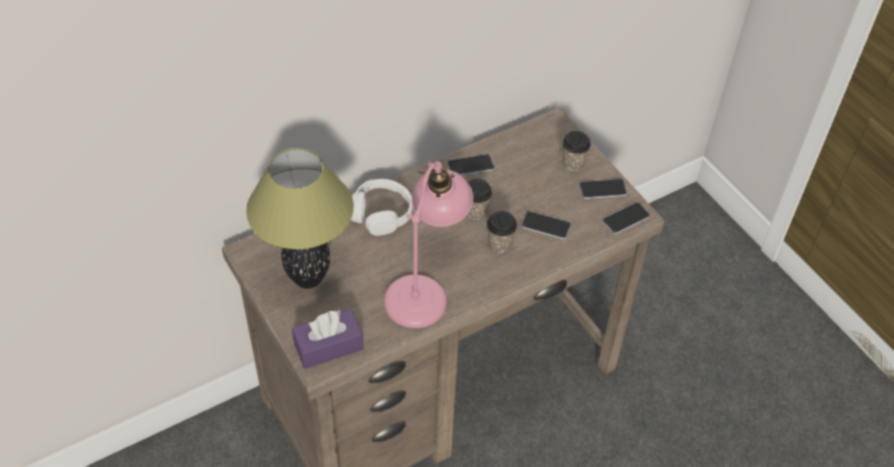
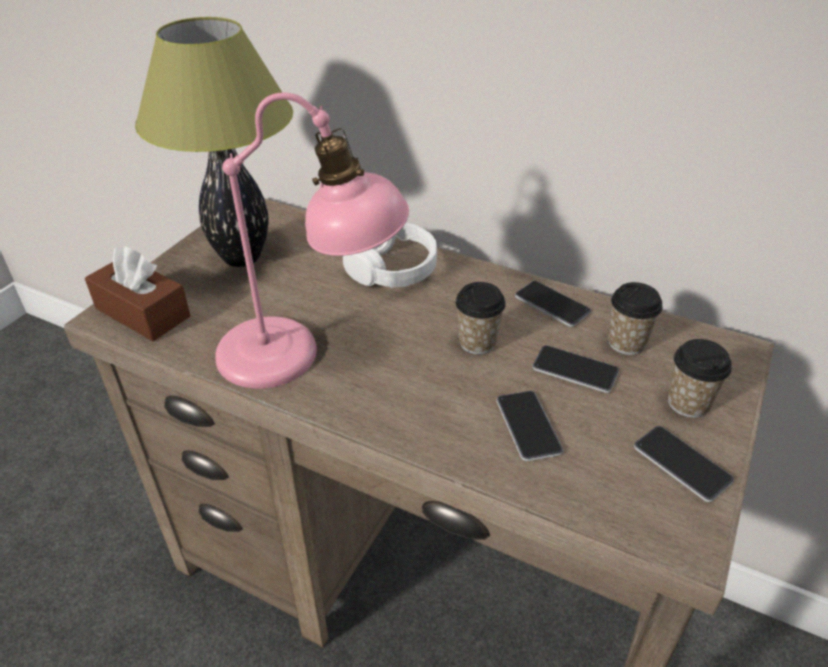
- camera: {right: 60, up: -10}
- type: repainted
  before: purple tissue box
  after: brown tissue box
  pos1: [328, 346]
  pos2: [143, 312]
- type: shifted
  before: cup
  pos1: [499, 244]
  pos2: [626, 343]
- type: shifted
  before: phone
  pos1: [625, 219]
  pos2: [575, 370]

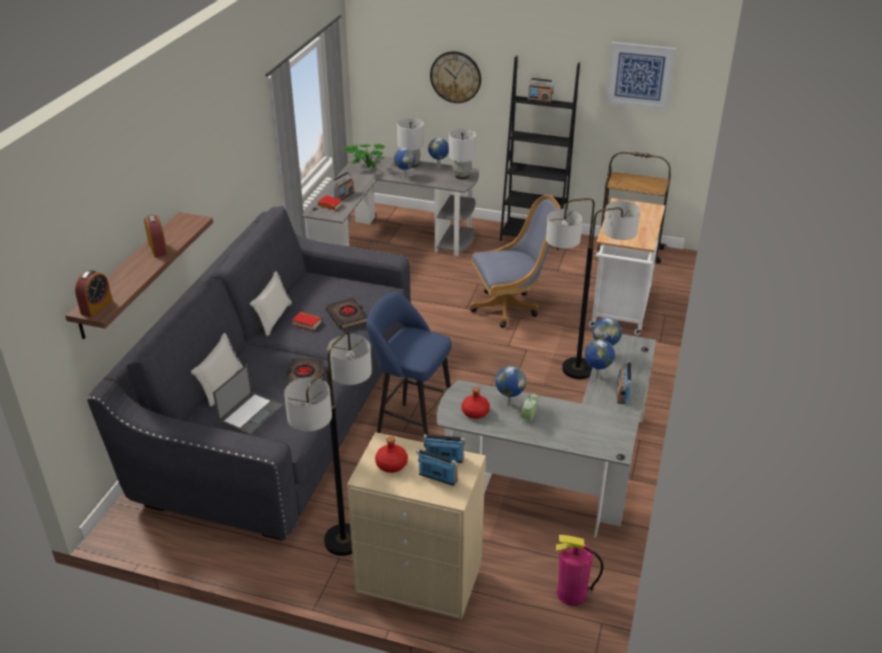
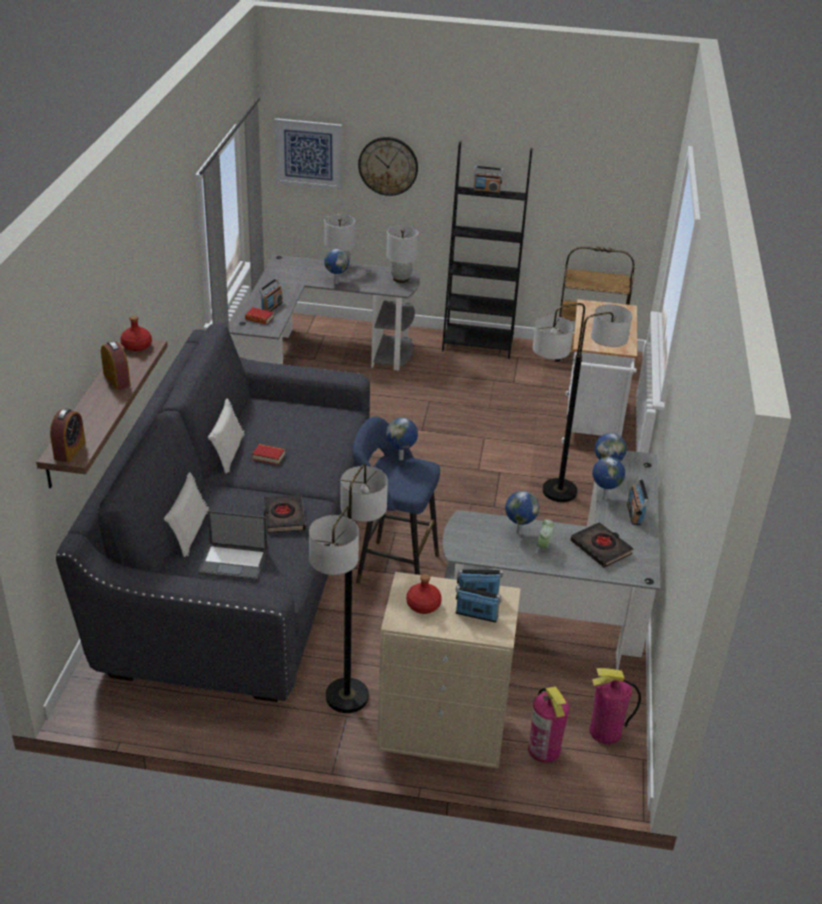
- camera: {right: -10, up: 0}
- type: rotated
  before: laptop
  pos1: [251, 413]
  pos2: [234, 562]
  turn: 75
- type: shifted
  before: black book
  pos1: [347, 316]
  pos2: [601, 548]
- type: gone
  before: potted plant
  pos1: [365, 168]
- type: shifted
  before: globe
  pos1: [439, 167]
  pos2: [401, 458]
- type: shifted
  before: red bottle
  pos1: [475, 412]
  pos2: [136, 346]
- type: gone
  before: blue office chair
  pos1: [510, 307]
- type: shifted
  before: picture
  pos1: [639, 75]
  pos2: [308, 154]
- type: new
  after: fire extinguisher
  pos2: [544, 749]

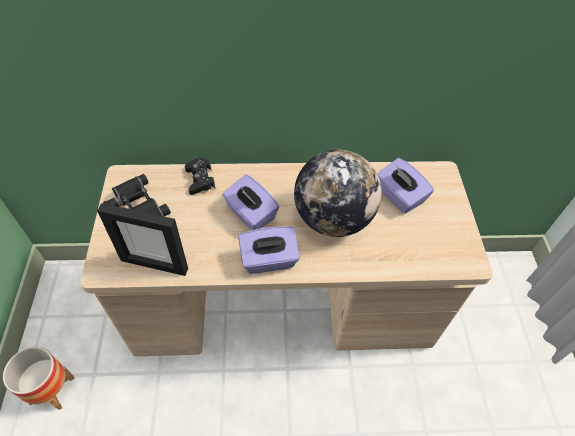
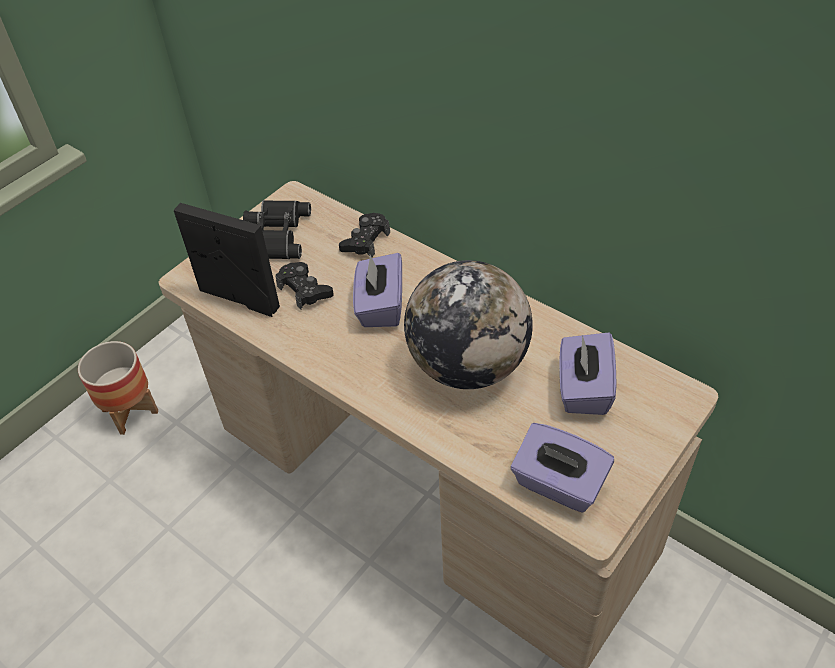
- camera: {right: 45, up: -5}
- type: rotated
  before: picture frame
  pos1: [155, 263]
  pos2: [238, 300]
  turn: 150
- type: shifted
  before: purple tissue box
  pos1: [269, 260]
  pos2: [558, 484]
- type: new
  after: black game controller
  pos2: [304, 290]

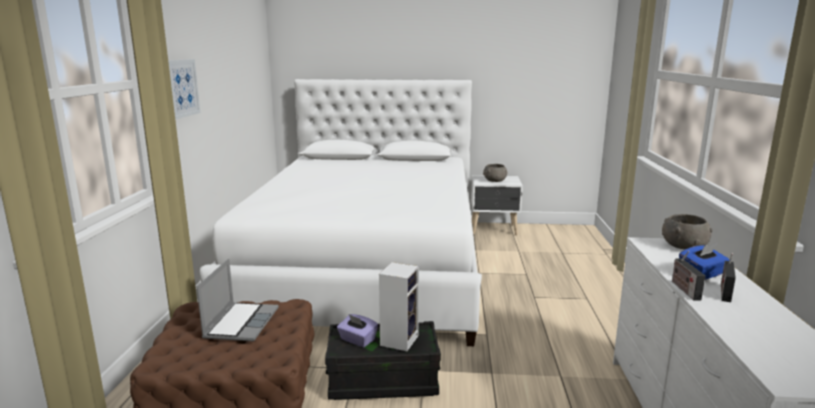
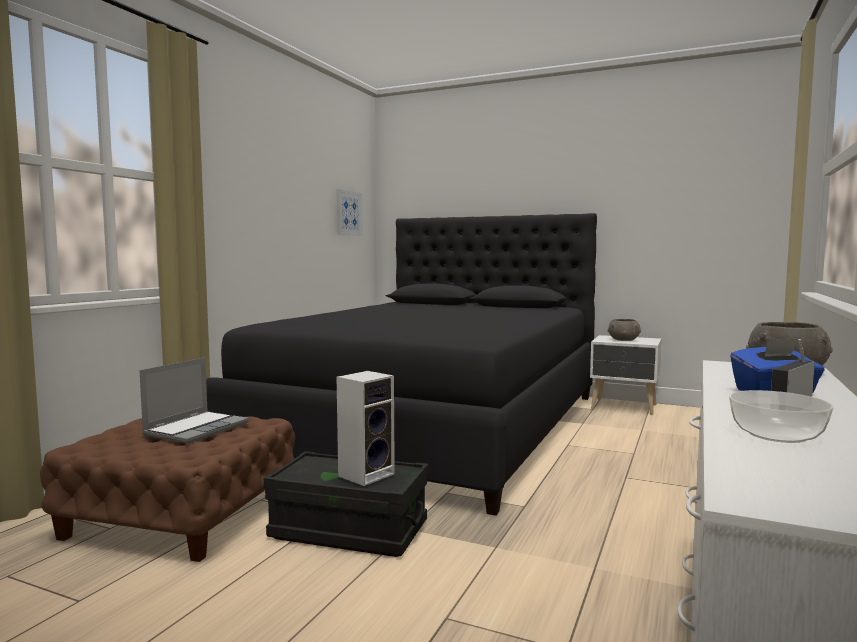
- camera: {right: 20, up: -10}
- type: shifted
  before: picture
  pos1: [181, 88]
  pos2: [348, 213]
- type: repainted
  before: white bed
  after: black bed
  pos1: [368, 266]
  pos2: [434, 424]
- type: gone
  before: purple tissue box
  pos1: [357, 340]
- type: gone
  before: radio
  pos1: [684, 289]
- type: new
  after: bowl
  pos2: [775, 435]

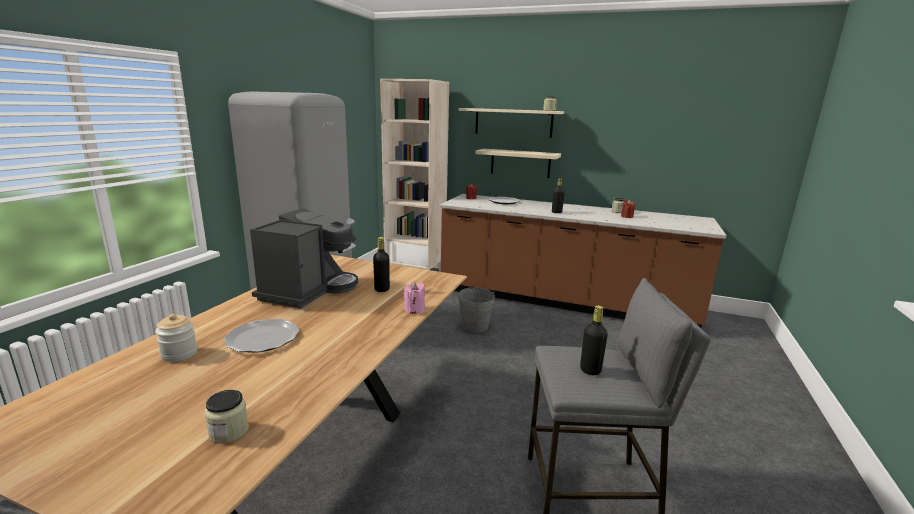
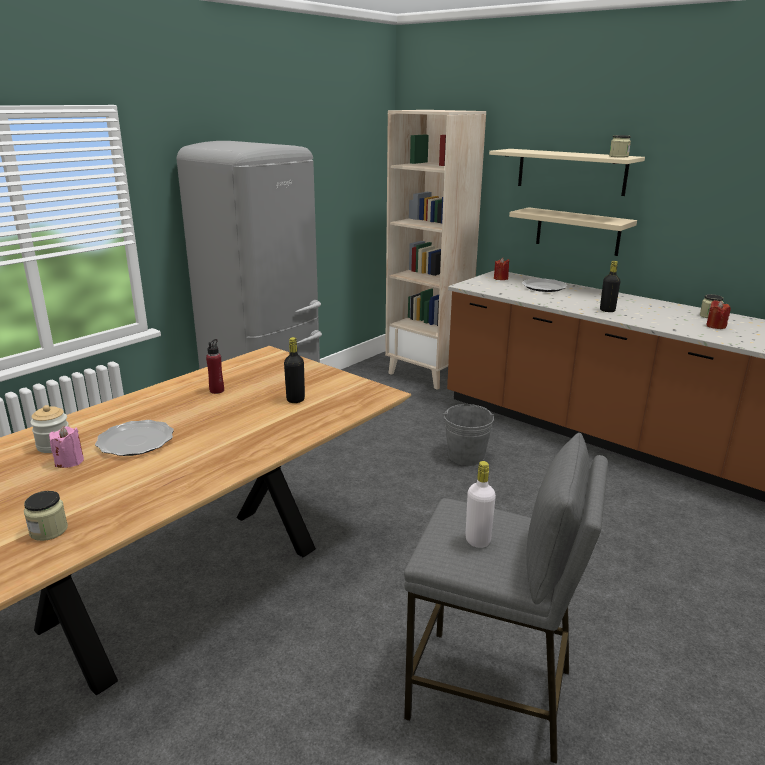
- camera: {right: 20, up: 5}
- type: swapped
  before: coffee machine
  after: red bottle
  pos1: [308, 290]
  pos2: [217, 390]
- type: shifted
  before: pink candle
  pos1: [414, 310]
  pos2: [69, 461]
- type: repainted
  before: black bottle
  after: white bottle
  pos1: [590, 370]
  pos2: [477, 540]

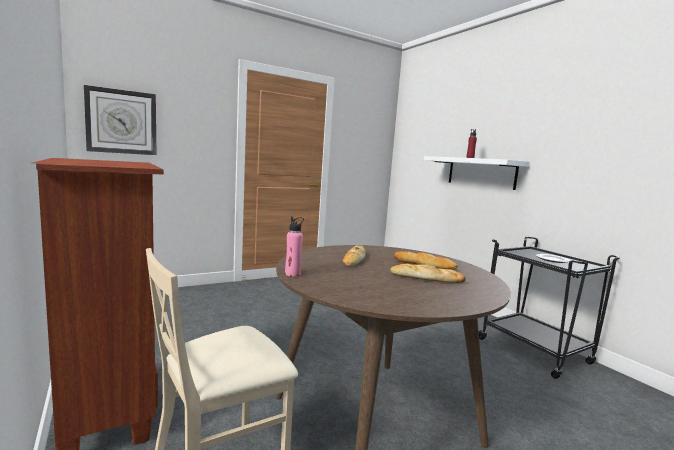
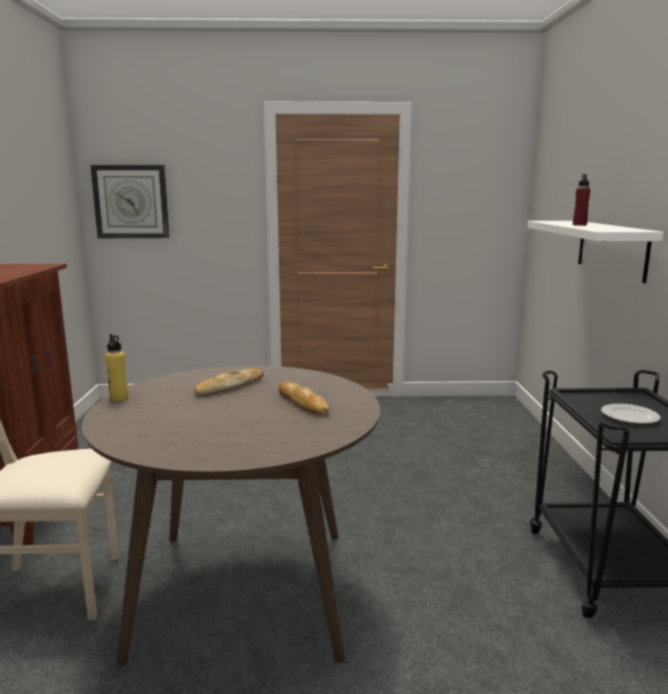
- camera: {right: 30, up: 5}
- type: repainted
  before: pink bottle
  after: yellow bottle
  pos1: [293, 274]
  pos2: [119, 398]
- type: gone
  before: bread
  pos1: [426, 278]

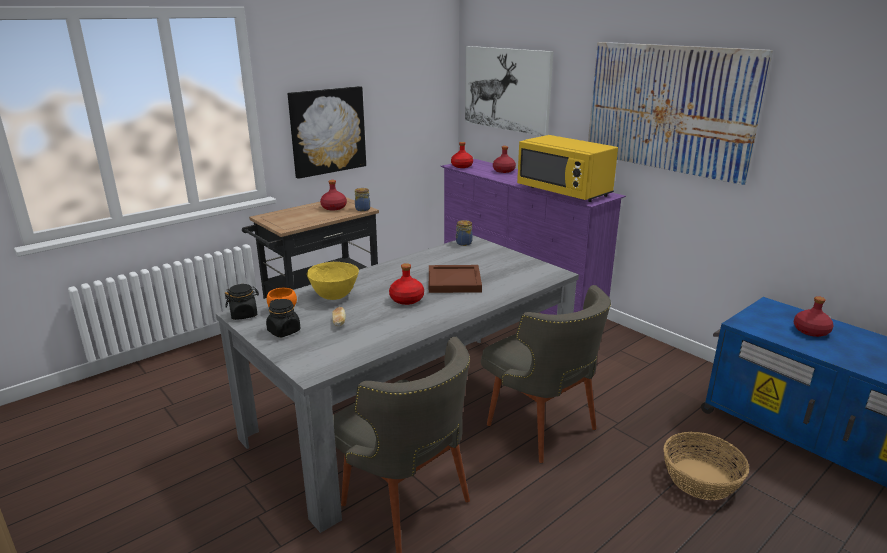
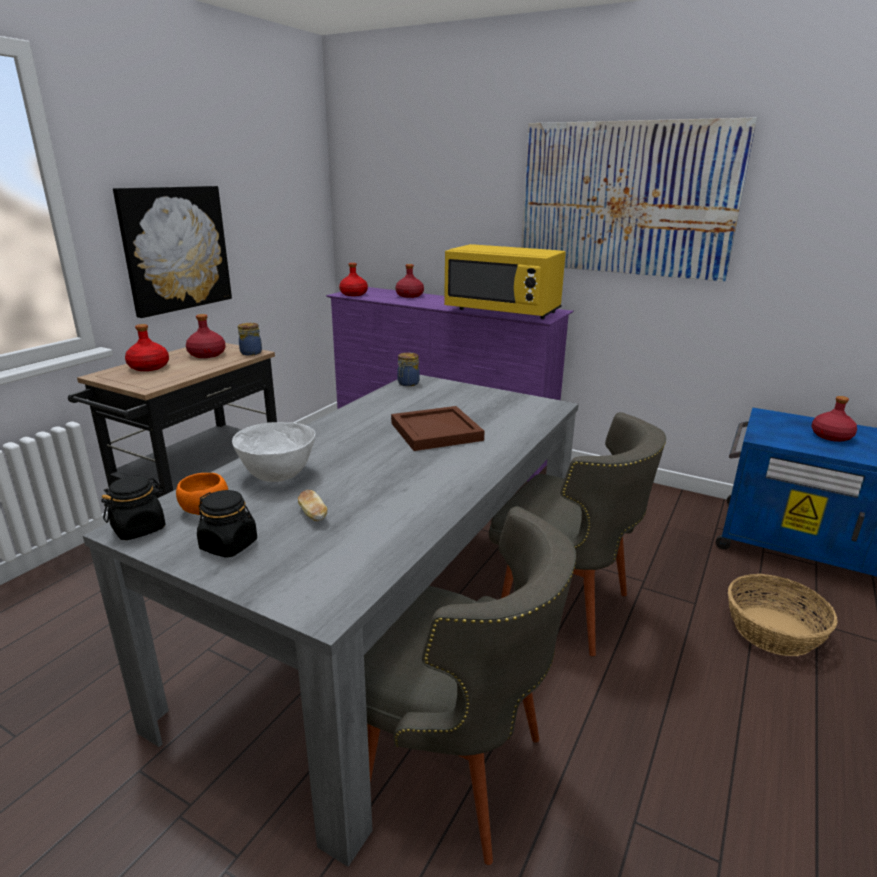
- camera: {right: -20, up: 0}
- type: repainted
  before: yellow bowl
  after: white bowl
  pos1: [334, 296]
  pos2: [278, 476]
- type: shifted
  before: red bottle
  pos1: [406, 299]
  pos2: [149, 367]
- type: gone
  before: picture
  pos1: [506, 89]

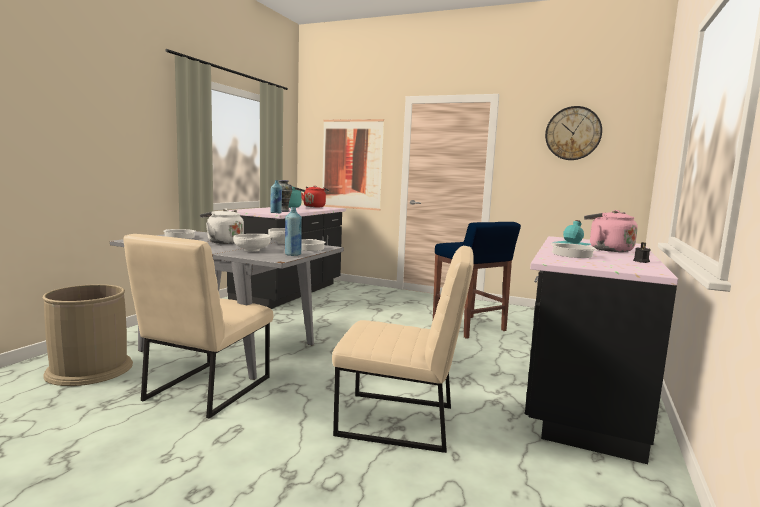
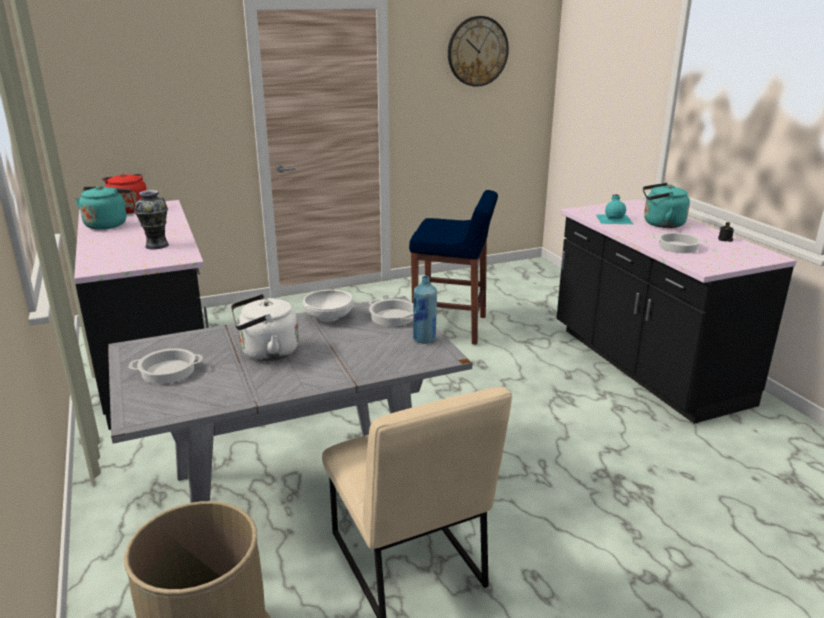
- camera: {right: -45, up: 15}
- type: gone
  before: white bowl
  pos1: [252, 250]
- type: gone
  before: blue bottle
  pos1: [276, 213]
- type: gone
  before: picture
  pos1: [352, 164]
- type: gone
  before: beige chair
  pos1: [400, 421]
- type: repainted
  before: pink kettle
  after: turquoise kettle
  pos1: [607, 249]
  pos2: [660, 224]

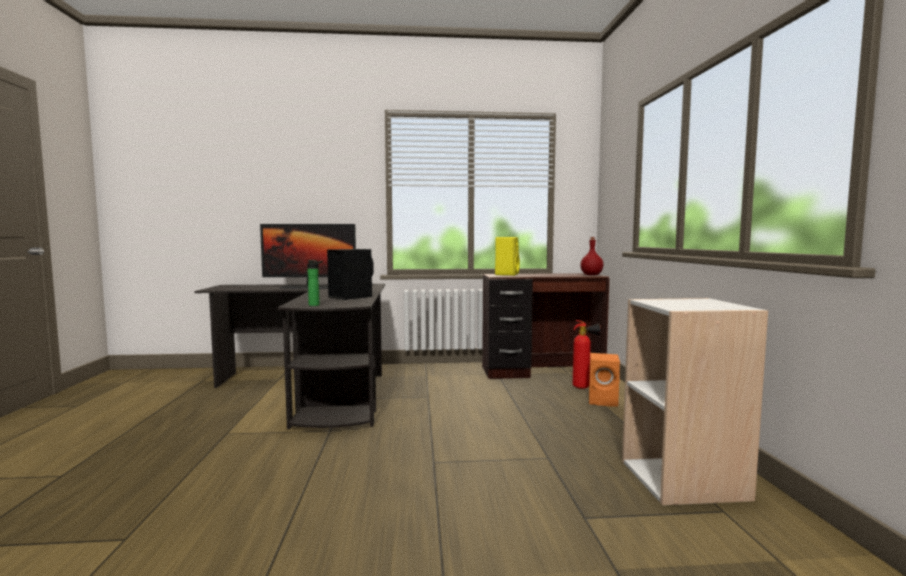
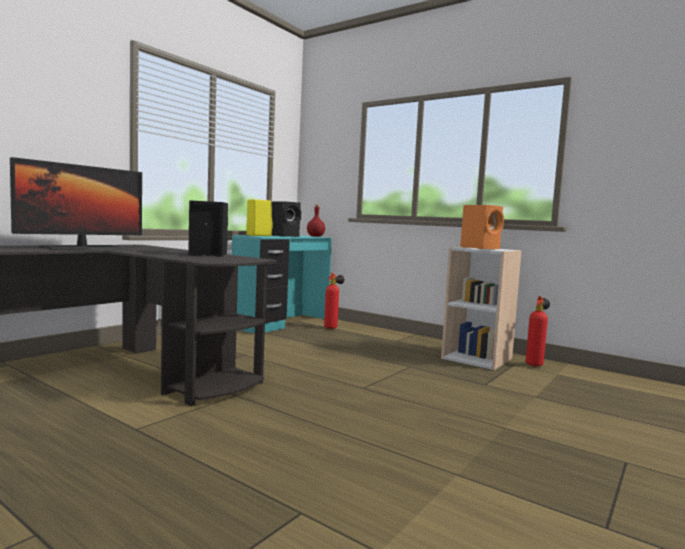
- camera: {right: -50, up: 0}
- type: gone
  before: bottle
  pos1: [315, 305]
- type: repainted
  before: brown desk
  after: turquoise desk
  pos1: [542, 372]
  pos2: [283, 323]
- type: shifted
  before: orange speaker
  pos1: [604, 401]
  pos2: [481, 248]
- type: new
  after: black speaker
  pos2: [285, 236]
- type: new
  after: fire extinguisher
  pos2: [535, 364]

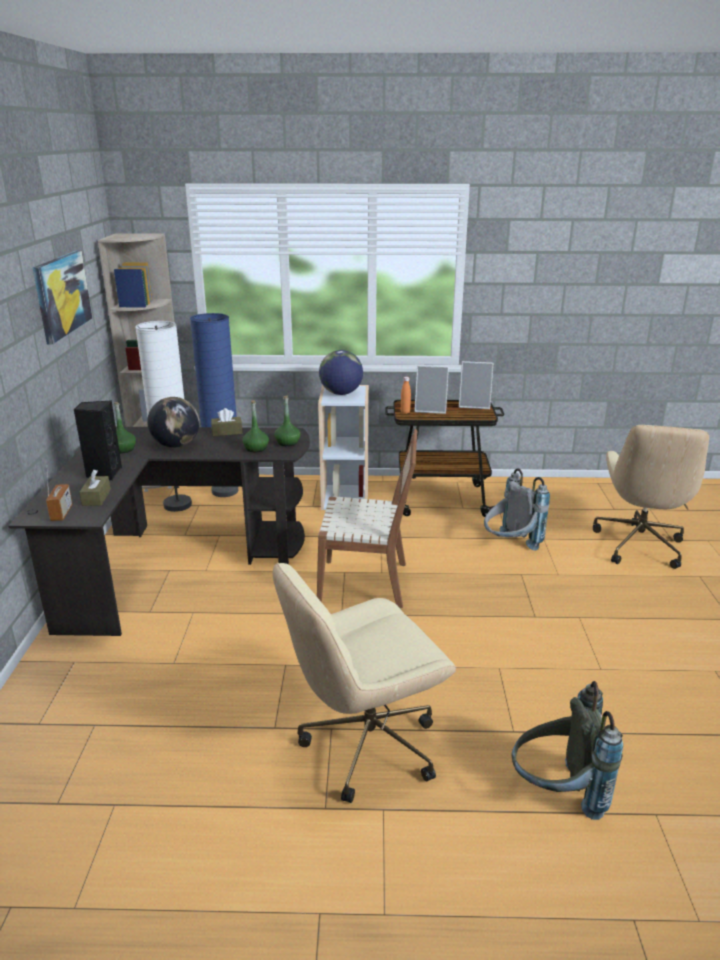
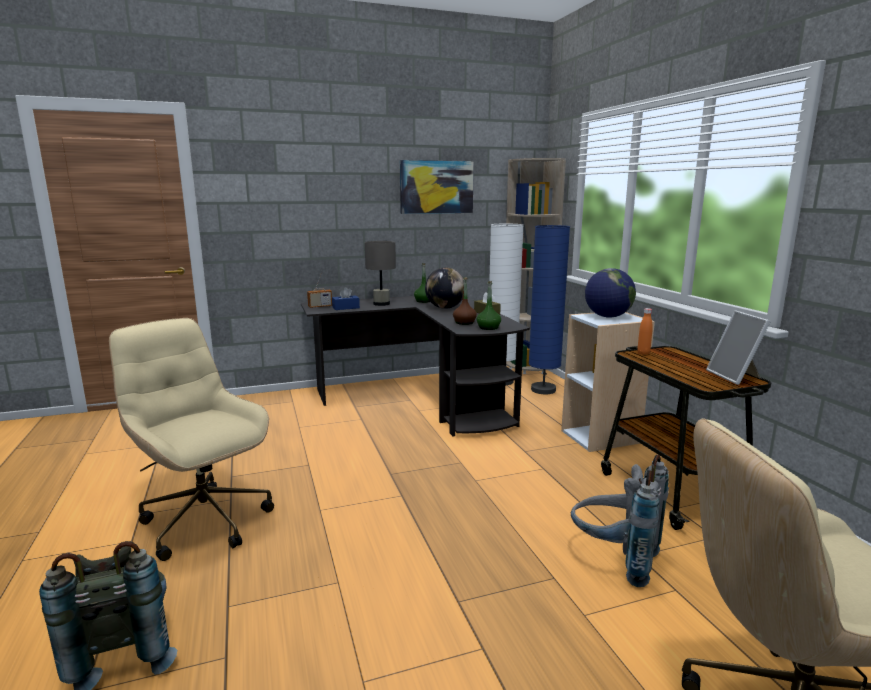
- camera: {right: 70, up: -10}
- type: swapped
  before: black speaker
  after: grey table lamp
  pos1: [103, 473]
  pos2: [382, 304]
- type: repainted
  before: brown tissue box
  after: blue tissue box
  pos1: [96, 497]
  pos2: [346, 308]
- type: repainted
  before: green bottle
  after: brown bottle
  pos1: [256, 448]
  pos2: [464, 323]
- type: gone
  before: chair
  pos1: [368, 584]
- type: gone
  before: picture frame
  pos1: [431, 409]

